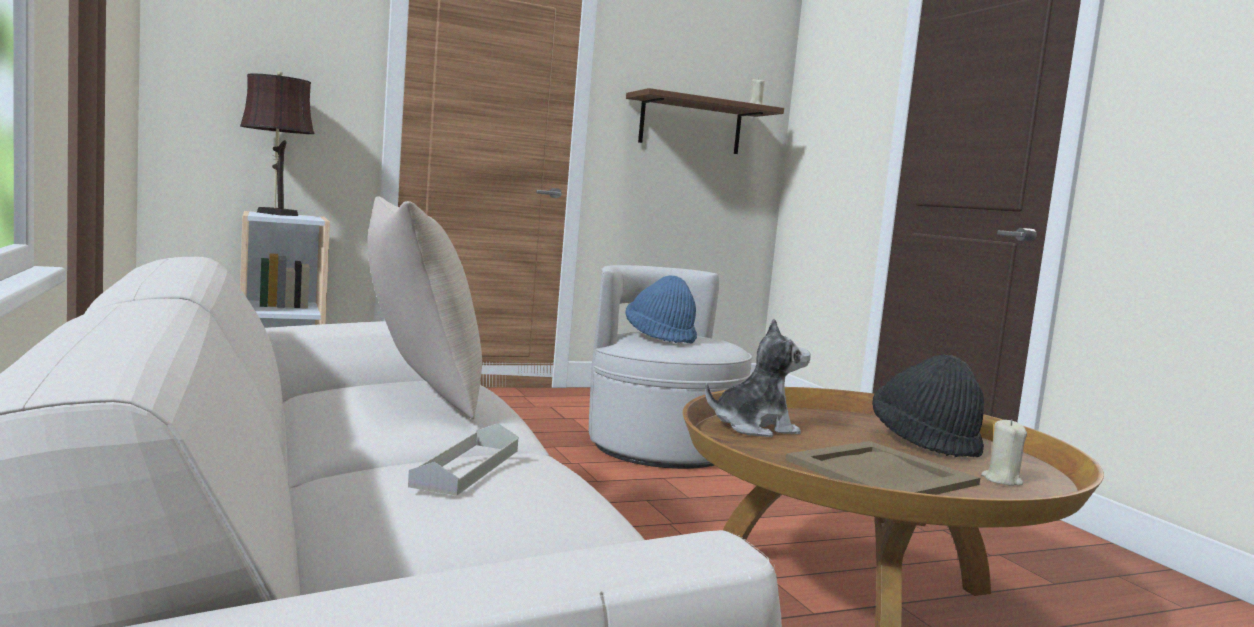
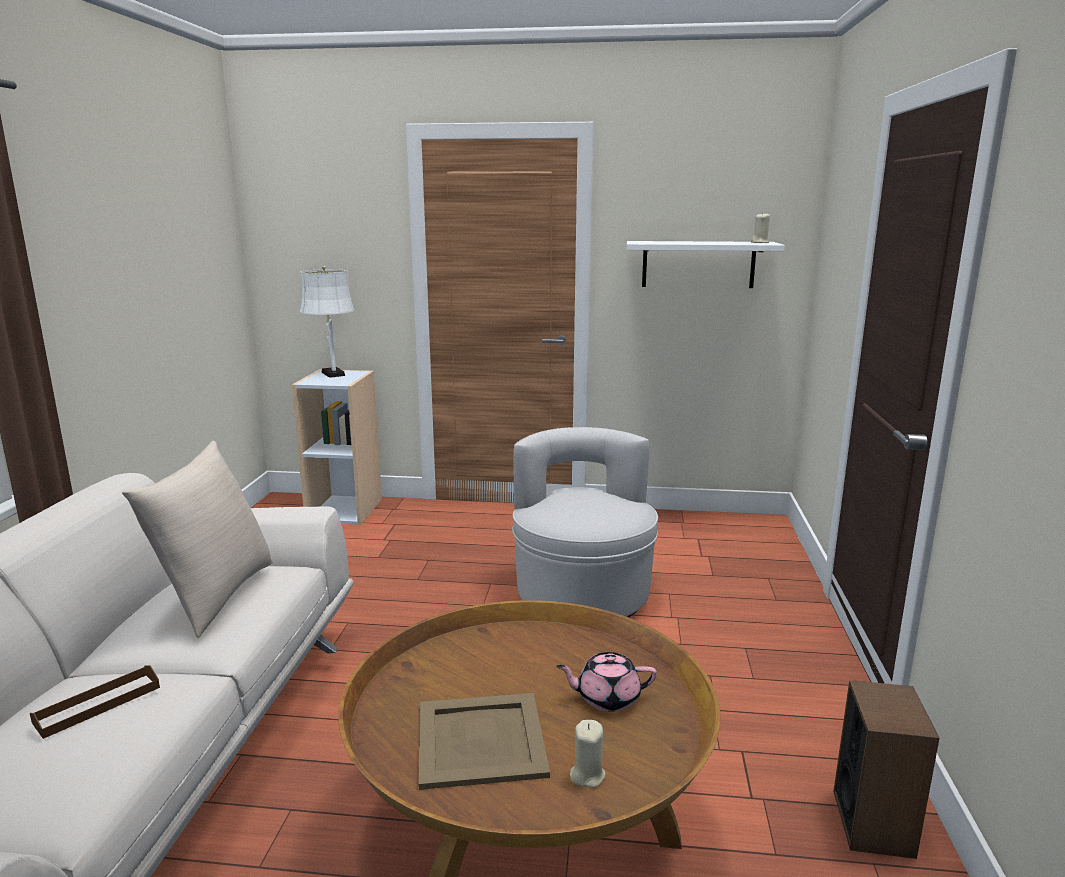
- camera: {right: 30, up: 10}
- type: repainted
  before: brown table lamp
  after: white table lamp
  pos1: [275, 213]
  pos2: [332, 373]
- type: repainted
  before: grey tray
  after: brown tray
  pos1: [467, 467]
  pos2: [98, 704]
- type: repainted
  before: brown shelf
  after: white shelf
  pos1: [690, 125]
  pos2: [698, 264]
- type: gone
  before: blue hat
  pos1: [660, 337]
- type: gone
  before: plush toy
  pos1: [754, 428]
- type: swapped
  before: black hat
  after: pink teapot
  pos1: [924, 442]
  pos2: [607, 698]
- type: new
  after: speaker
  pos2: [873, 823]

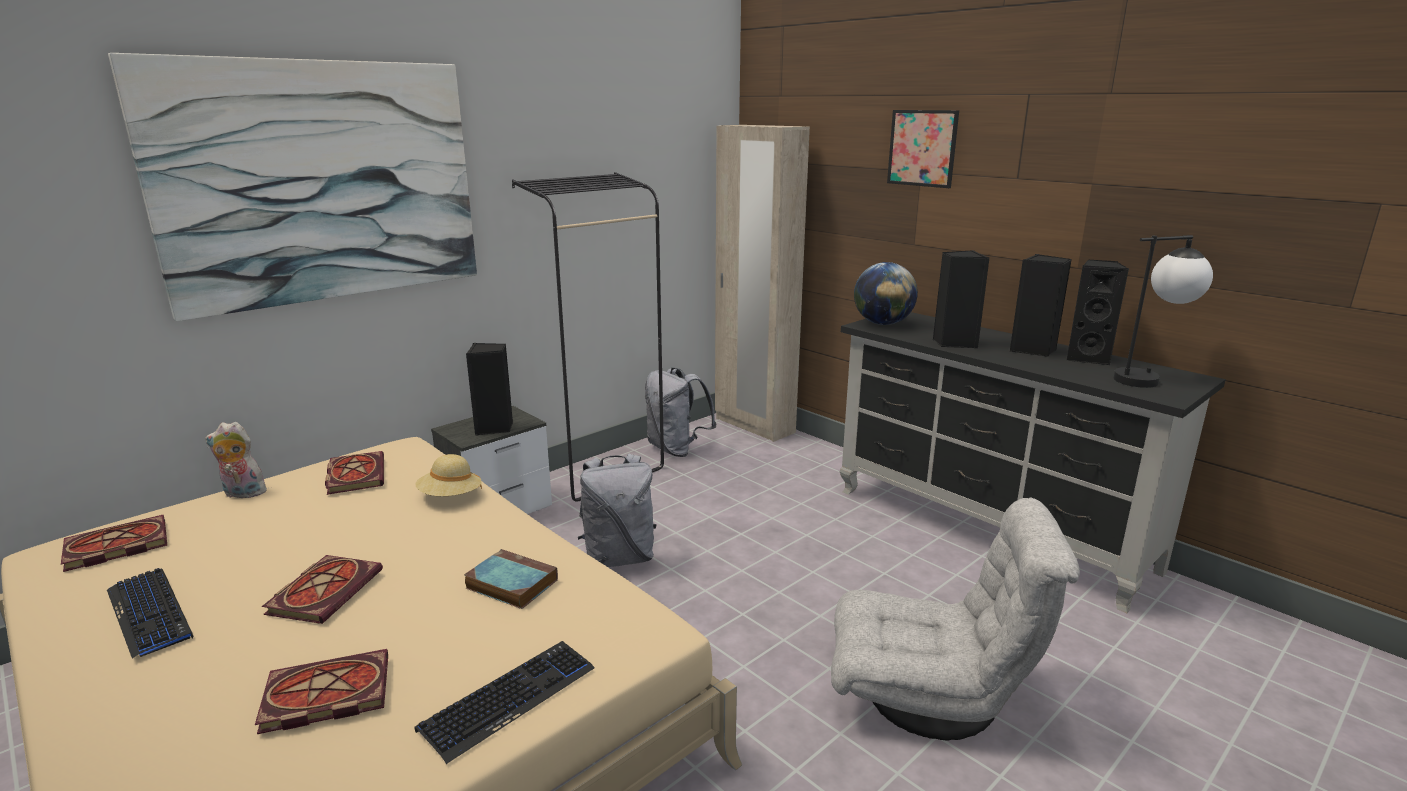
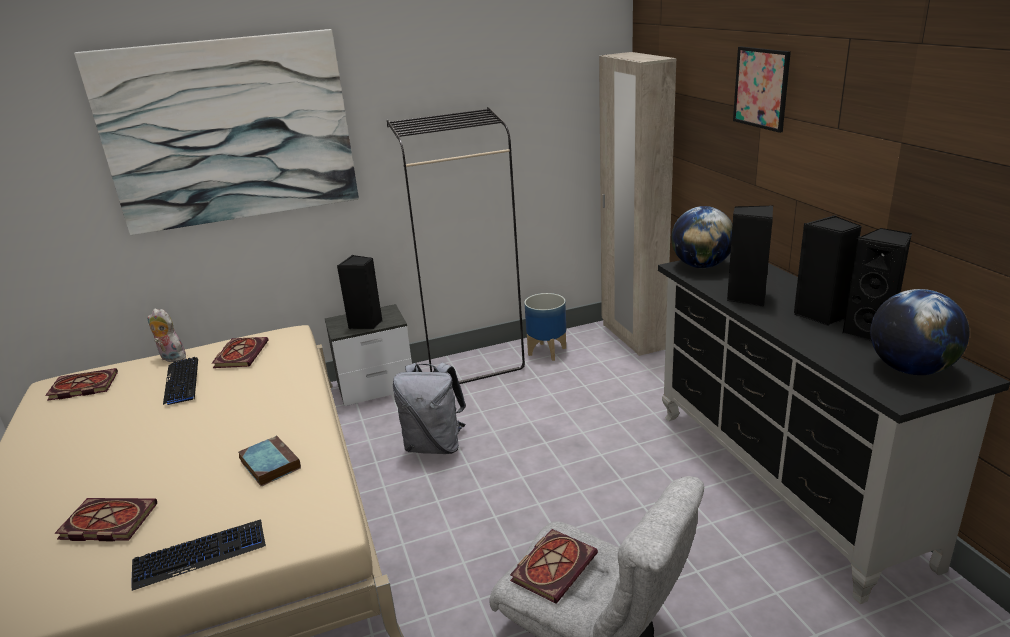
- camera: {right: 25, up: 5}
- type: shifted
  before: keyboard
  pos1: [150, 613]
  pos2: [182, 382]
- type: shifted
  before: book
  pos1: [325, 590]
  pos2: [554, 566]
- type: gone
  before: beige hat
  pos1: [450, 497]
- type: swapped
  before: grey backpack
  after: planter
  pos1: [676, 449]
  pos2: [547, 351]
- type: swapped
  before: table lamp
  after: globe
  pos1: [1149, 379]
  pos2: [910, 369]

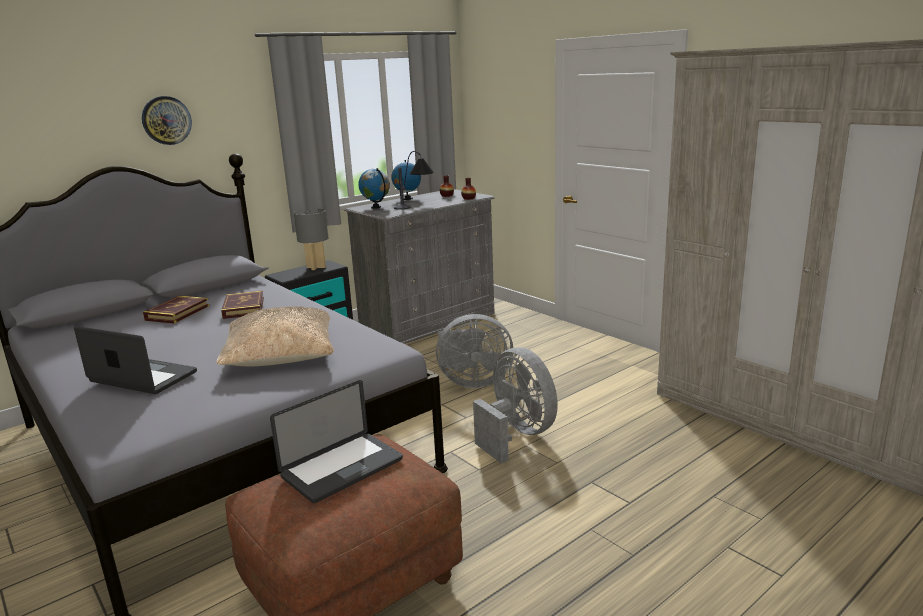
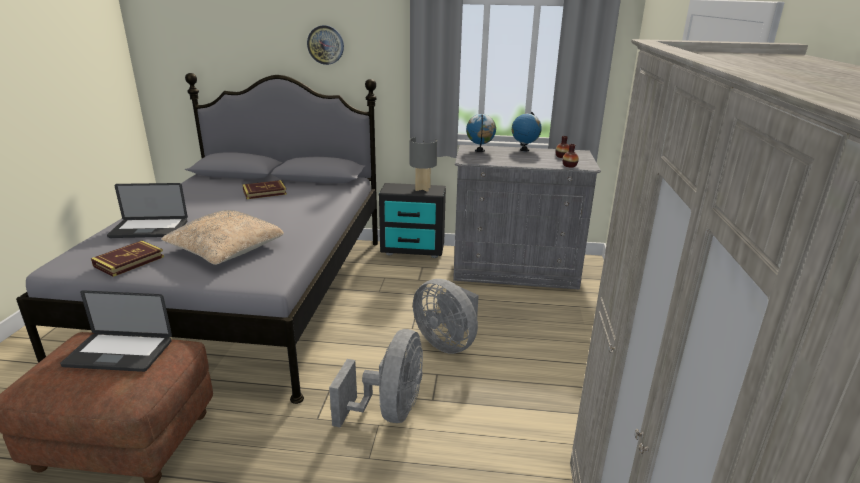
- camera: {right: 45, up: 5}
- type: rotated
  before: laptop
  pos1: [143, 377]
  pos2: [149, 229]
  turn: 105
- type: shifted
  before: book
  pos1: [244, 308]
  pos2: [129, 261]
- type: gone
  before: table lamp
  pos1: [415, 204]

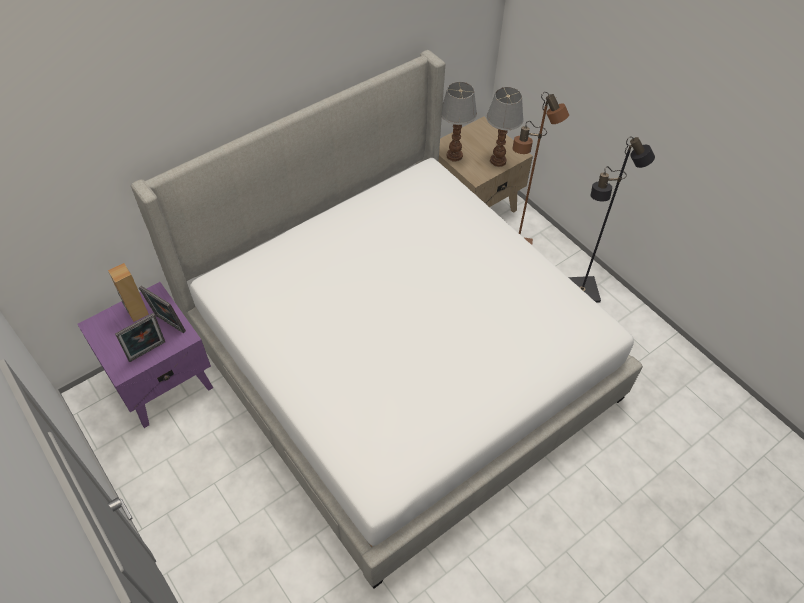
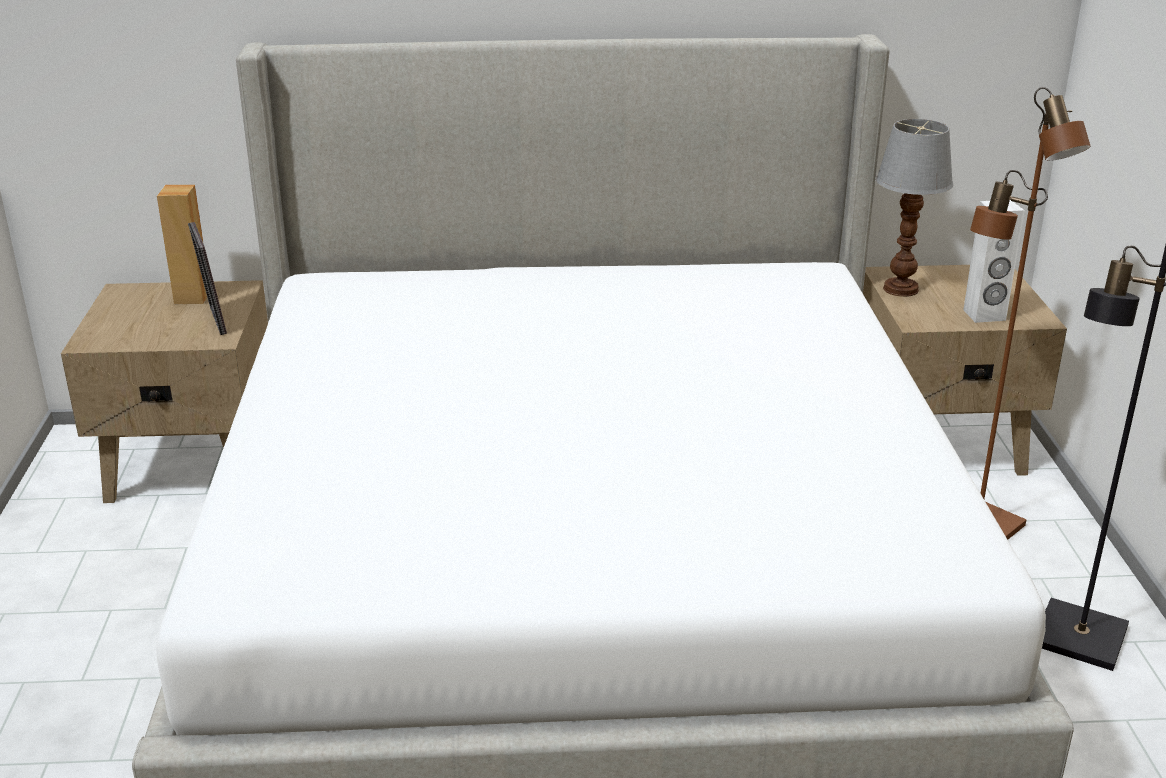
- camera: {right: 35, up: -25}
- type: repainted
  before: purple nightstand
  after: beige nightstand
  pos1: [163, 380]
  pos2: [194, 462]
- type: gone
  before: picture frame
  pos1: [148, 352]
- type: swapped
  before: table lamp
  after: white speaker
  pos1: [498, 160]
  pos2: [984, 315]

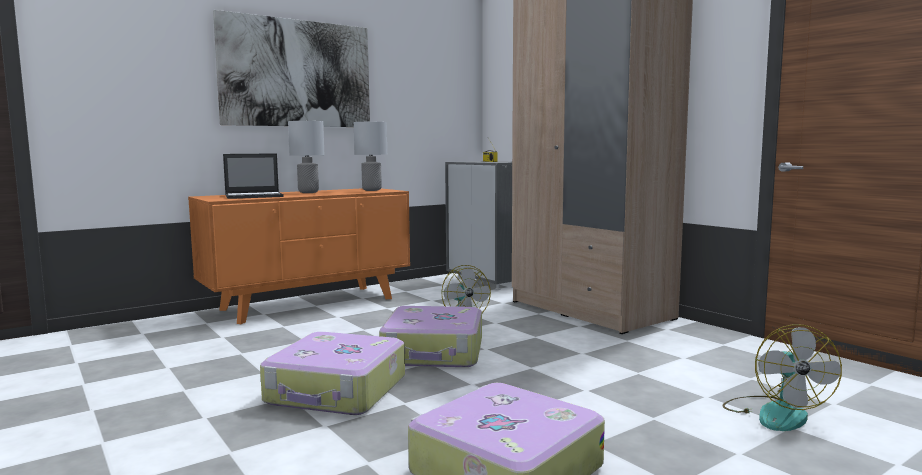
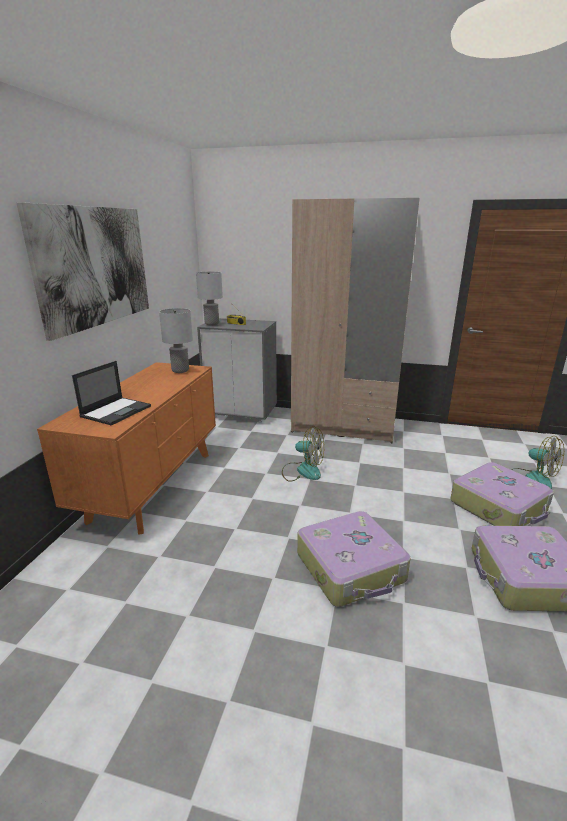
- camera: {right: -40, up: 15}
- type: shifted
  before: grey table lamp
  pos1: [309, 193]
  pos2: [212, 325]
- type: shifted
  before: suitcase
  pos1: [434, 352]
  pos2: [499, 506]

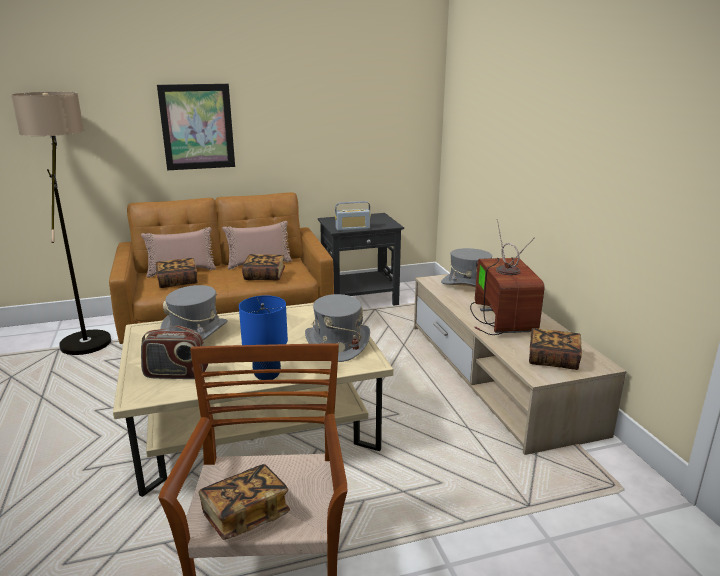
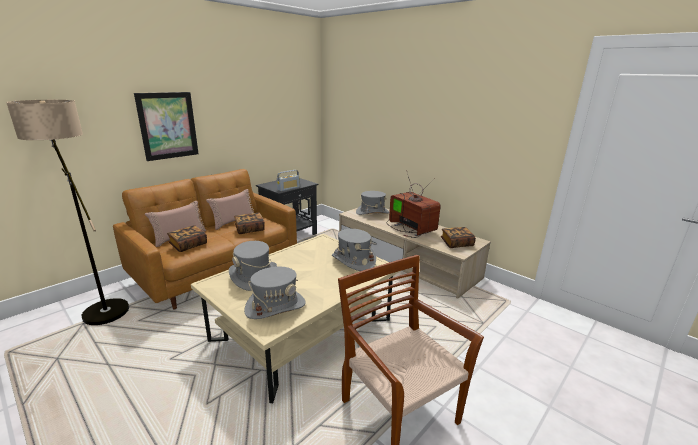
- camera: {right: -30, up: 0}
- type: swapped
  before: radio
  after: grey hat
  pos1: [176, 374]
  pos2: [275, 306]
- type: gone
  before: book
  pos1: [245, 515]
- type: gone
  before: blue table lamp
  pos1: [268, 376]

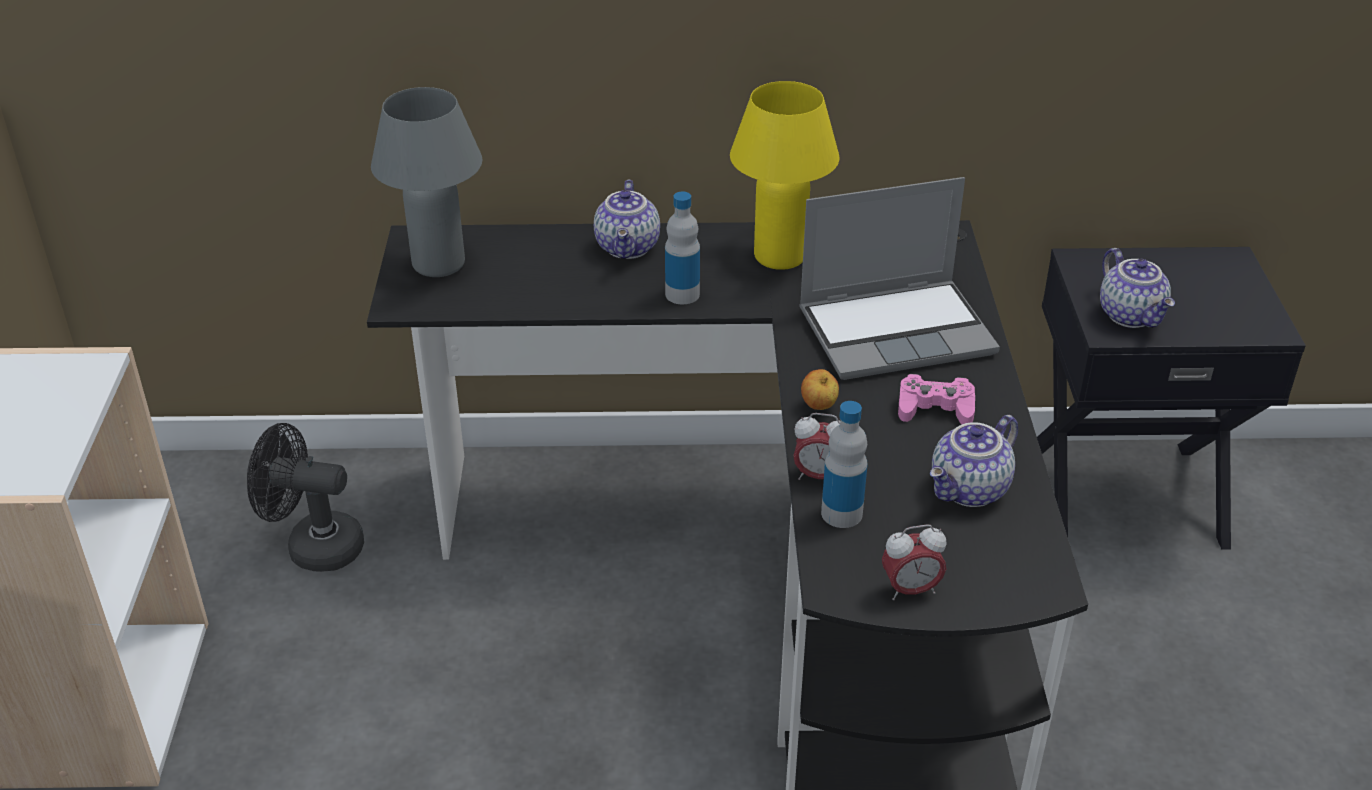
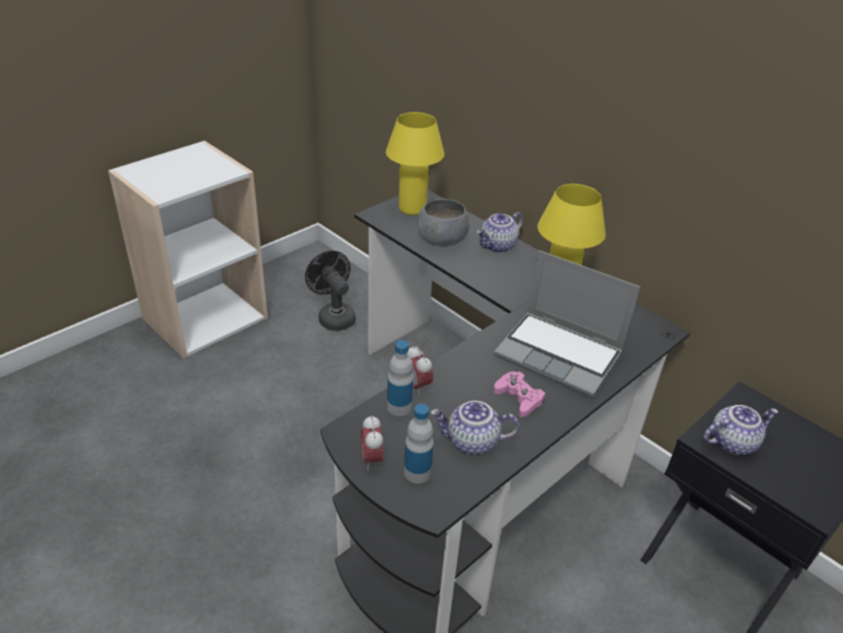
- camera: {right: 45, up: 0}
- type: repainted
  before: grey table lamp
  after: yellow table lamp
  pos1: [439, 264]
  pos2: [412, 209]
- type: shifted
  before: bottle
  pos1: [682, 294]
  pos2: [417, 472]
- type: gone
  before: apple
  pos1: [819, 407]
- type: rotated
  before: alarm clock
  pos1: [910, 590]
  pos2: [372, 459]
  turn: 45
- type: rotated
  before: teapot
  pos1: [1132, 315]
  pos2: [732, 442]
  turn: -135
- type: new
  after: grey bowl
  pos2: [441, 240]

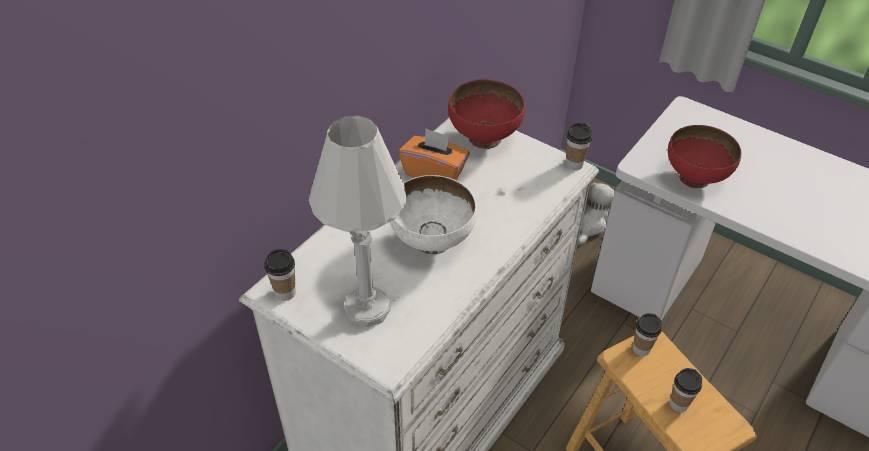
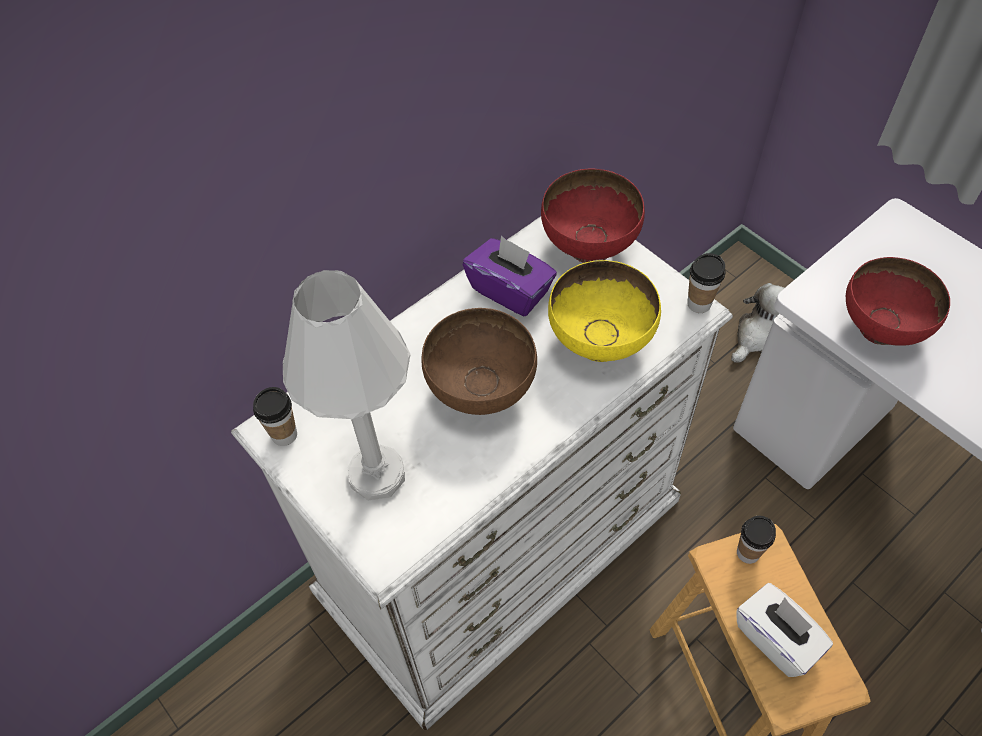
- camera: {right: 15, up: 10}
- type: repainted
  before: white bowl
  after: brown bowl
  pos1: [431, 241]
  pos2: [480, 390]
- type: repainted
  before: orange tissue box
  after: purple tissue box
  pos1: [434, 173]
  pos2: [510, 290]
- type: swapped
  before: cup
  after: white tissue box
  pos1: [678, 404]
  pos2: [776, 638]
- type: new
  after: yellow bowl
  pos2: [601, 341]

